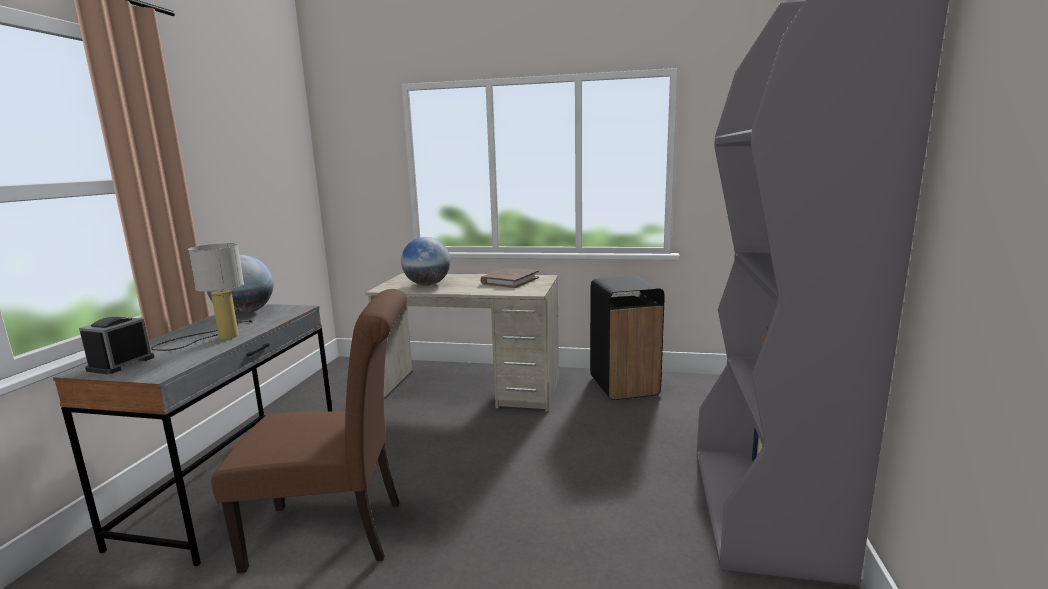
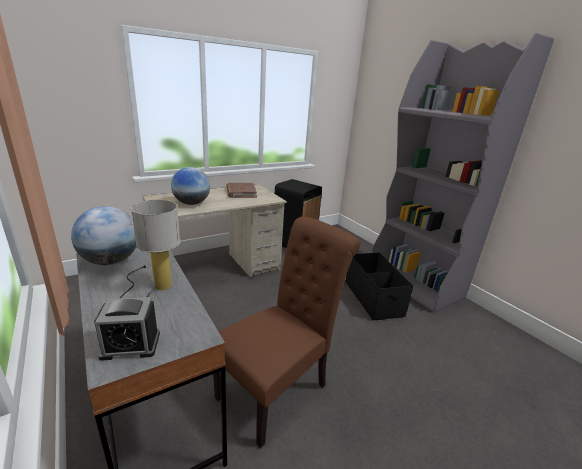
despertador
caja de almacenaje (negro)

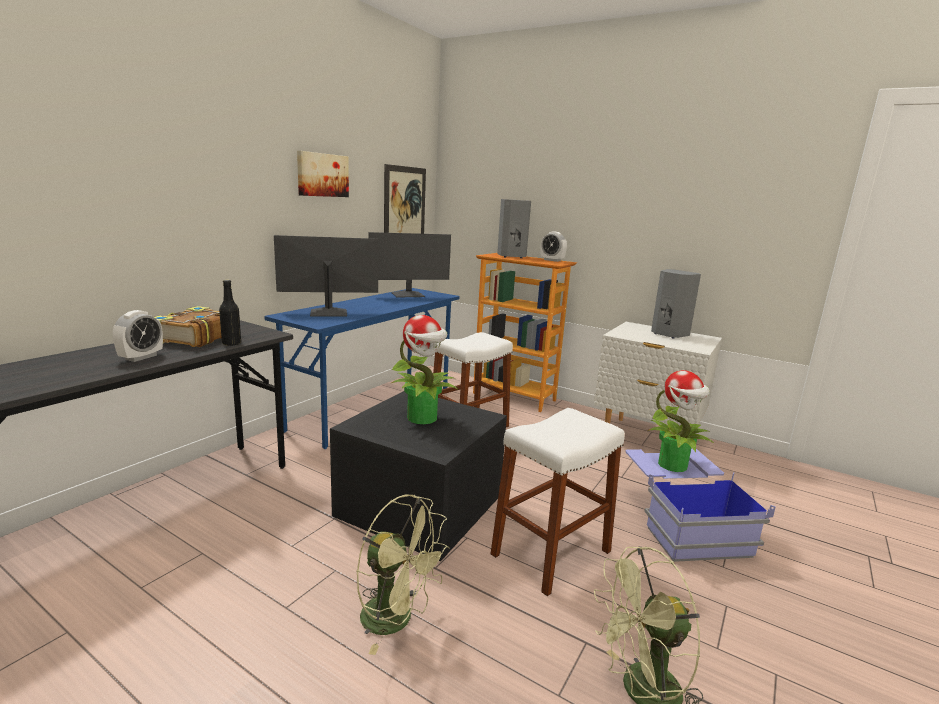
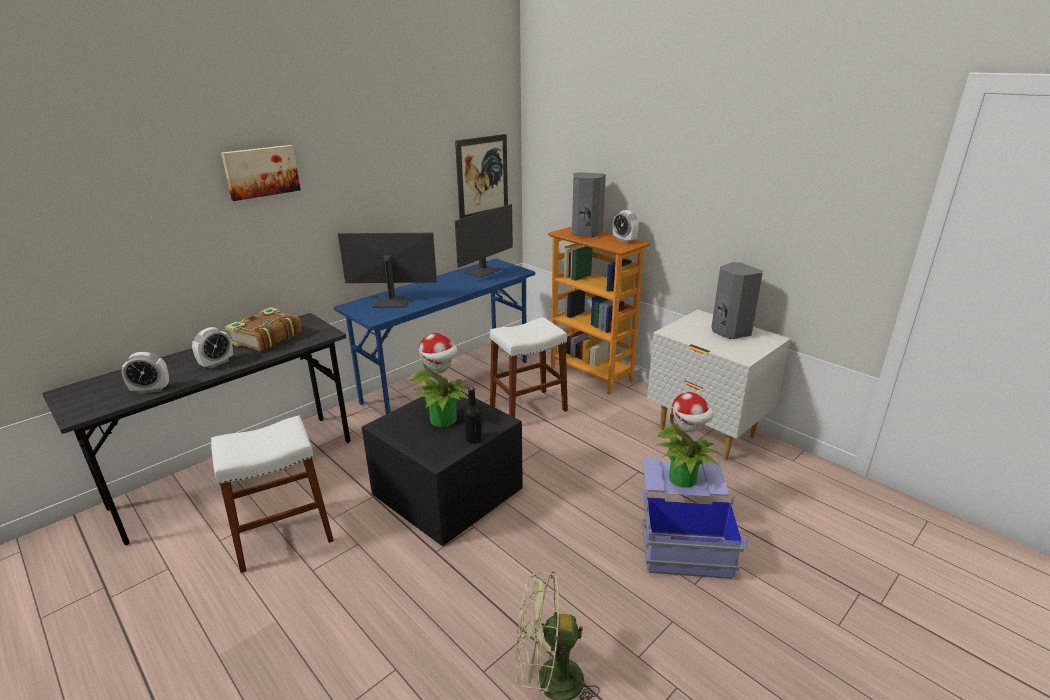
botella (negro)
cuadro (no. 1 from left)
ventilador (verde) (no. 1 from left in the first image)
monitor (no. 2 from left)
taburete (blanco) (no. 1 from left)
despertador (no. 1 from left)

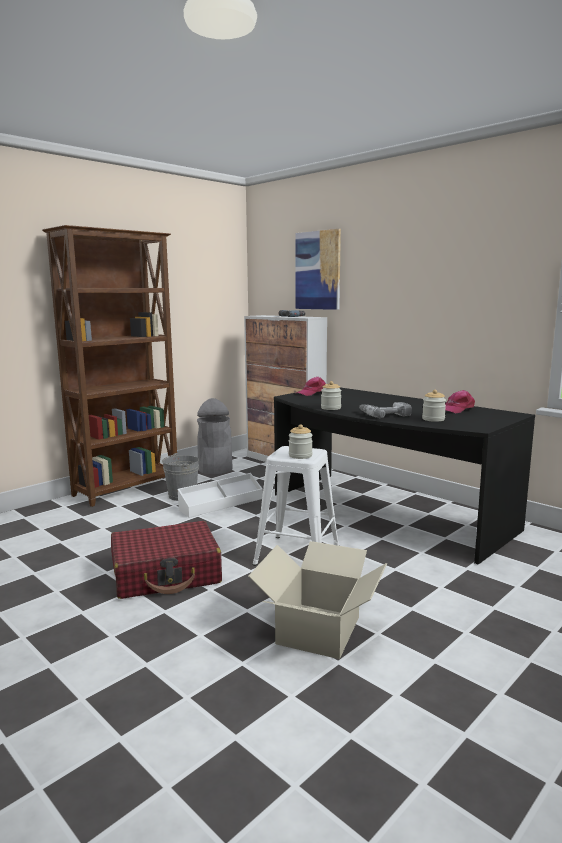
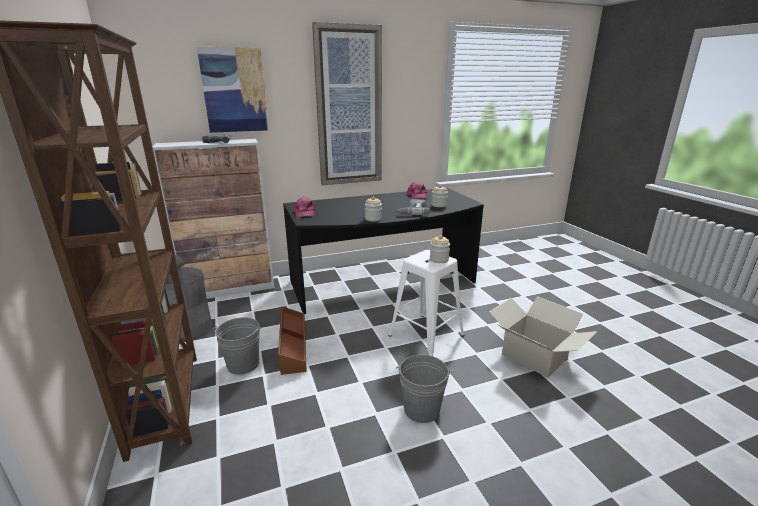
cubo (gris) (no. 2 from left)
caja de almacenaje (marrón)
cuadro (no. 2 from left)

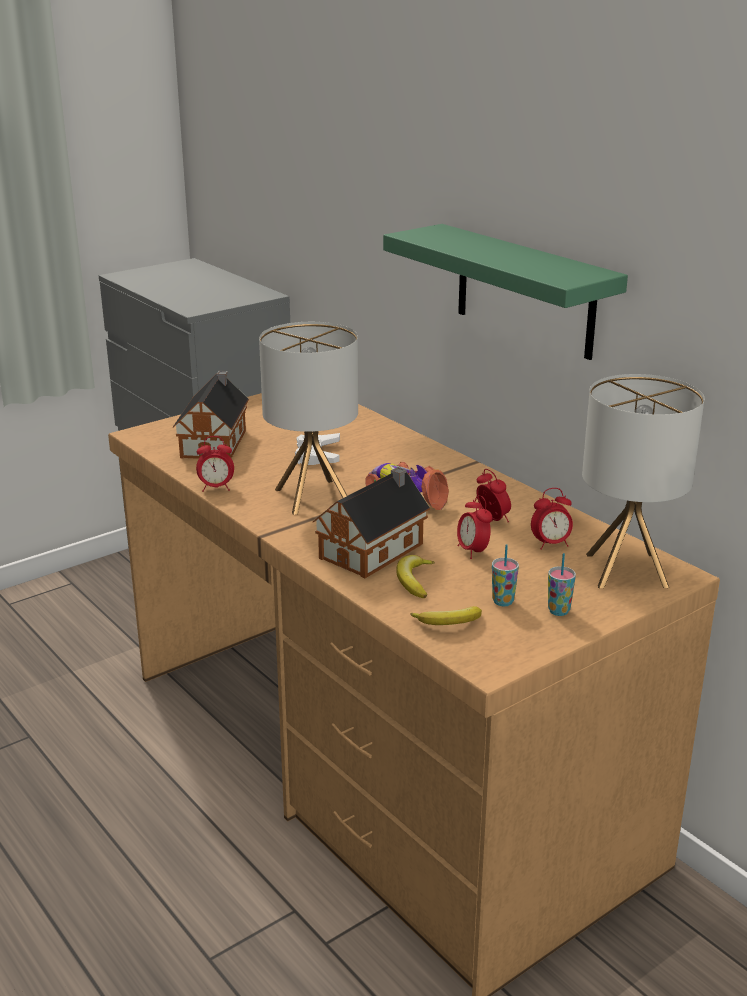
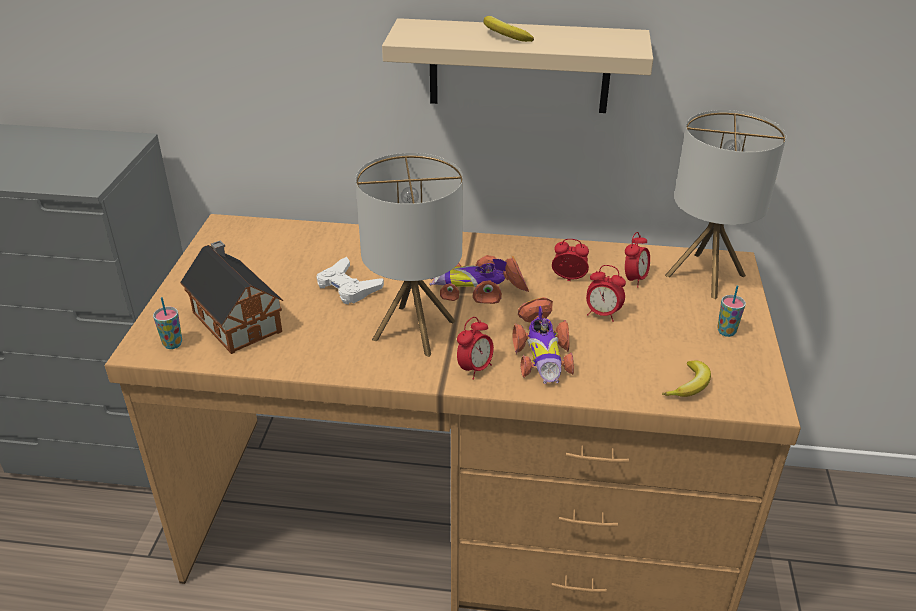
despertador (no. 1 from left)
coche de juguete (no. 2 from left)
estante (beis)
plátano (no. 1 from left)
taza (no. 1 from left)

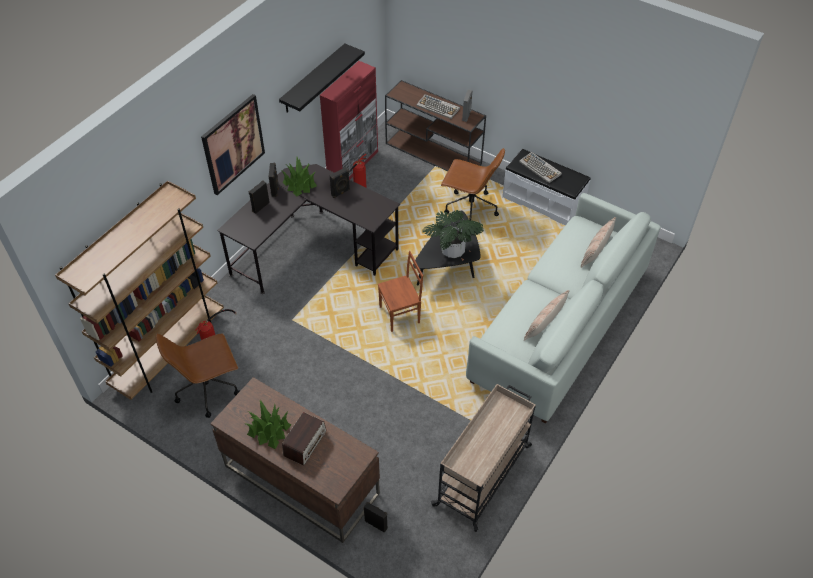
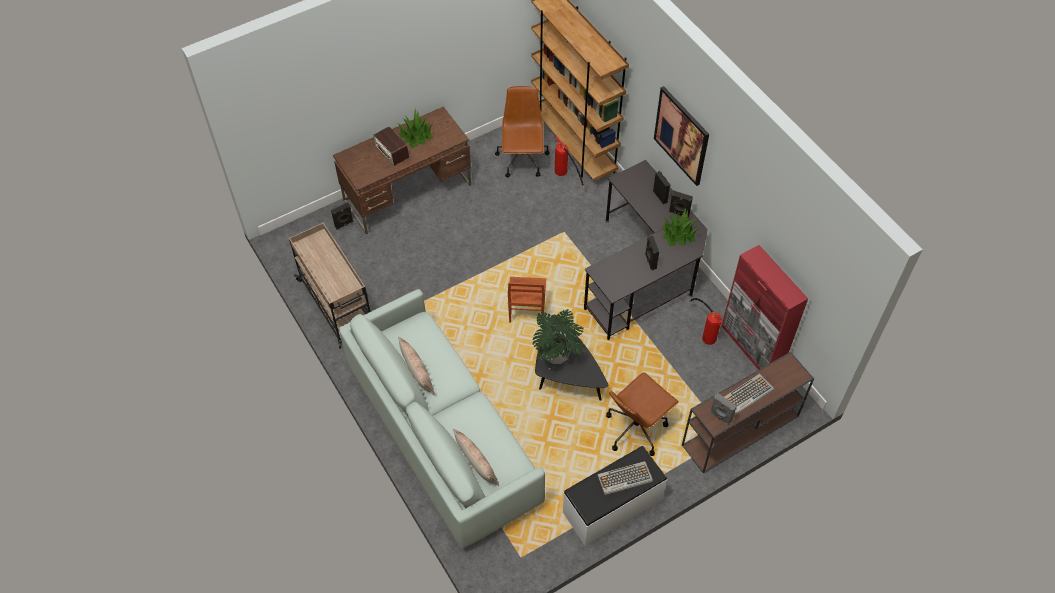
estante (negro)

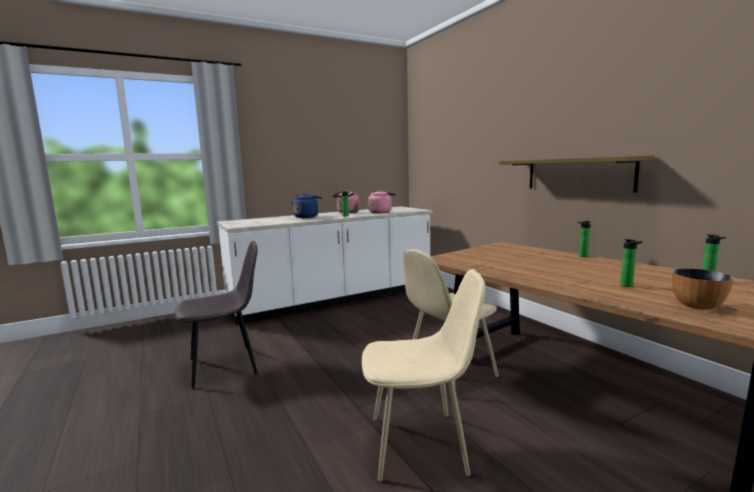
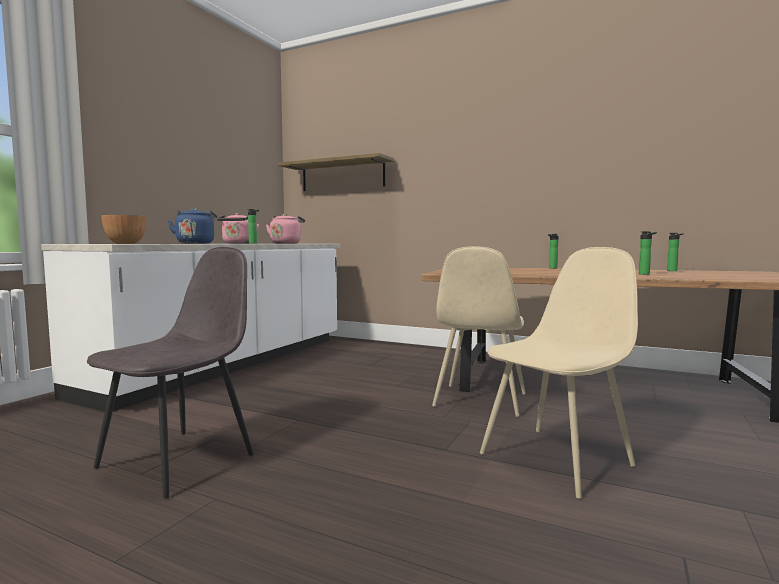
estante
cuenco

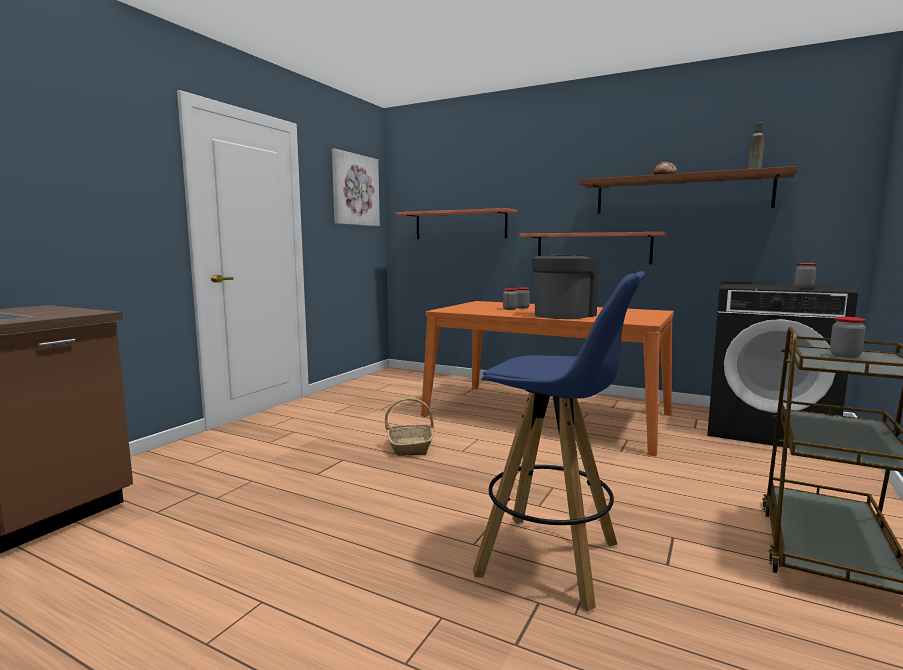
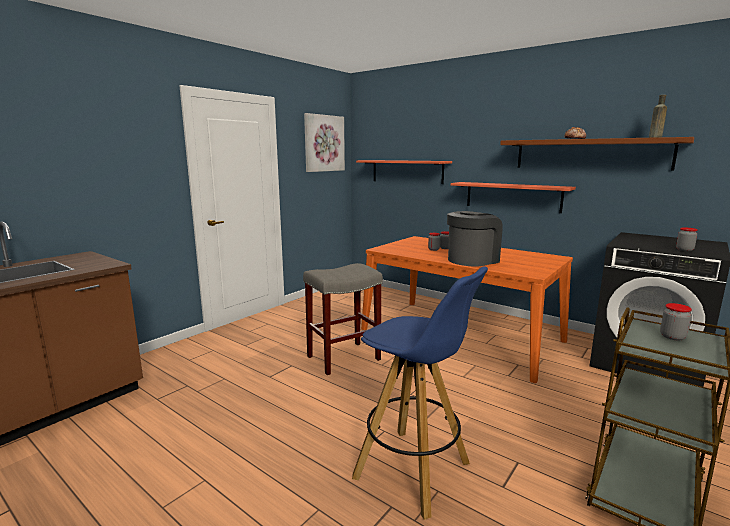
taburete (gris)

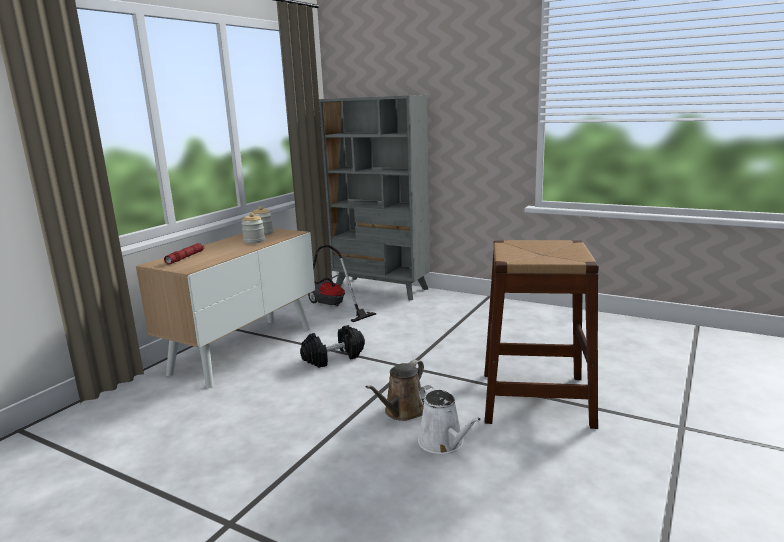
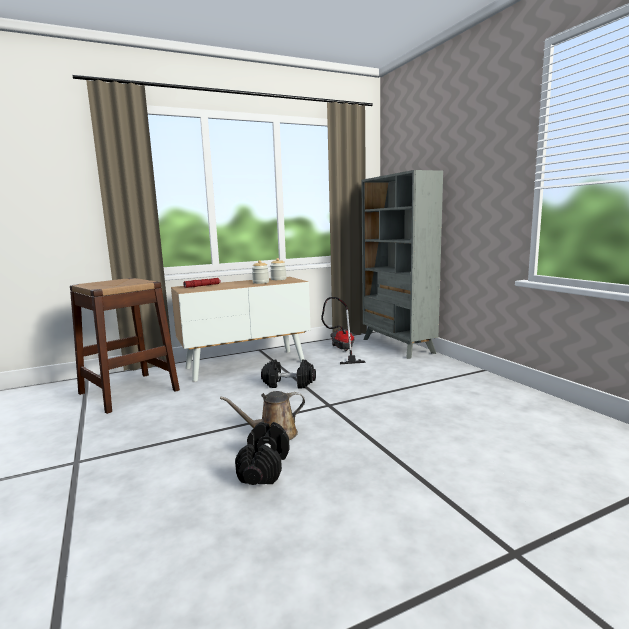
mancuerna (negro) (no. 1 from left)
taburete (marrón)

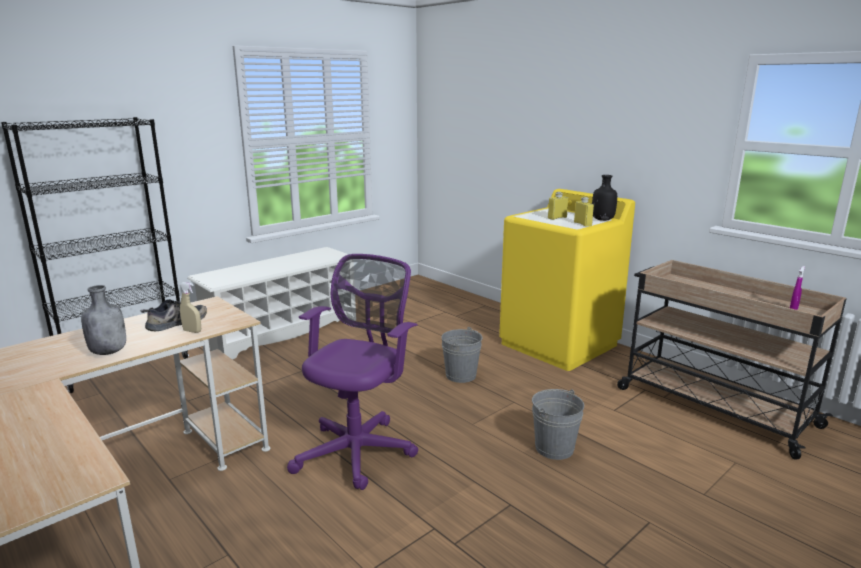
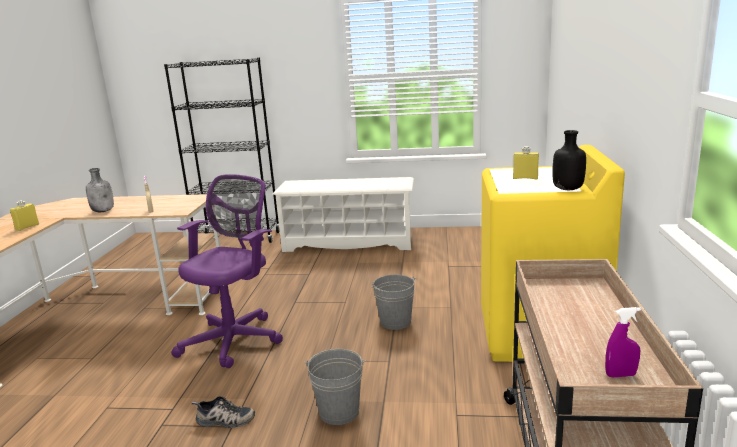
zapato
silla de oficina (morado)
botella (amarillo) (no. 1 from left)

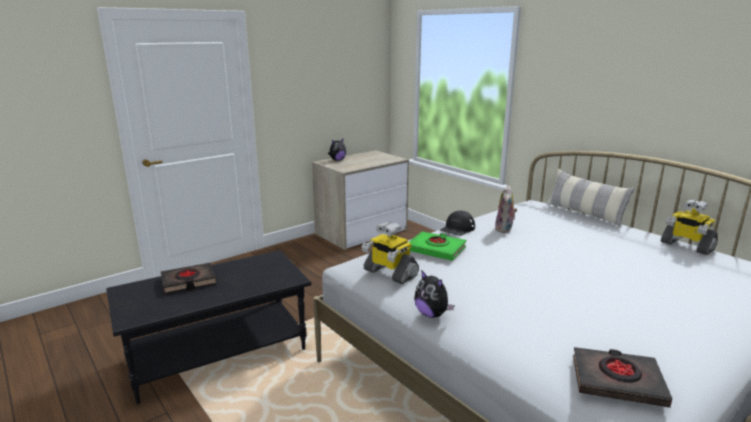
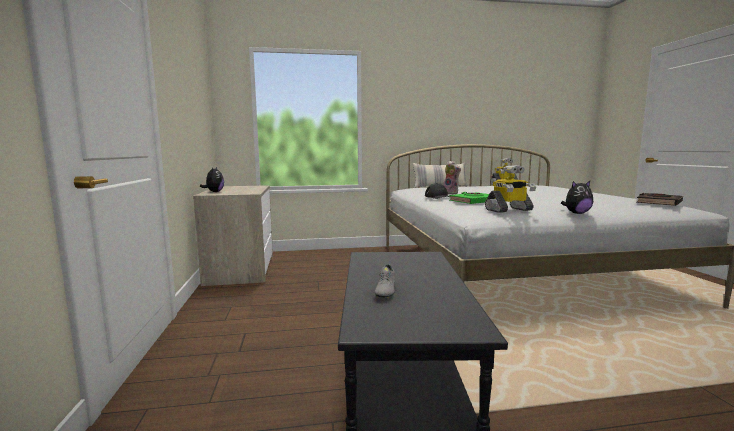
zapato (gris)

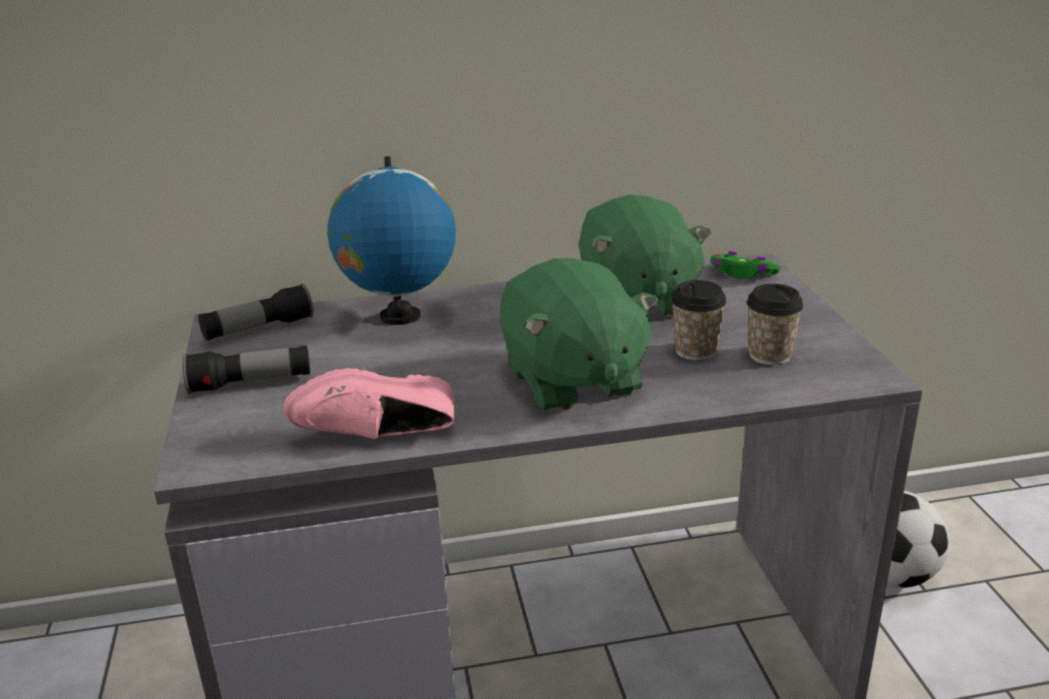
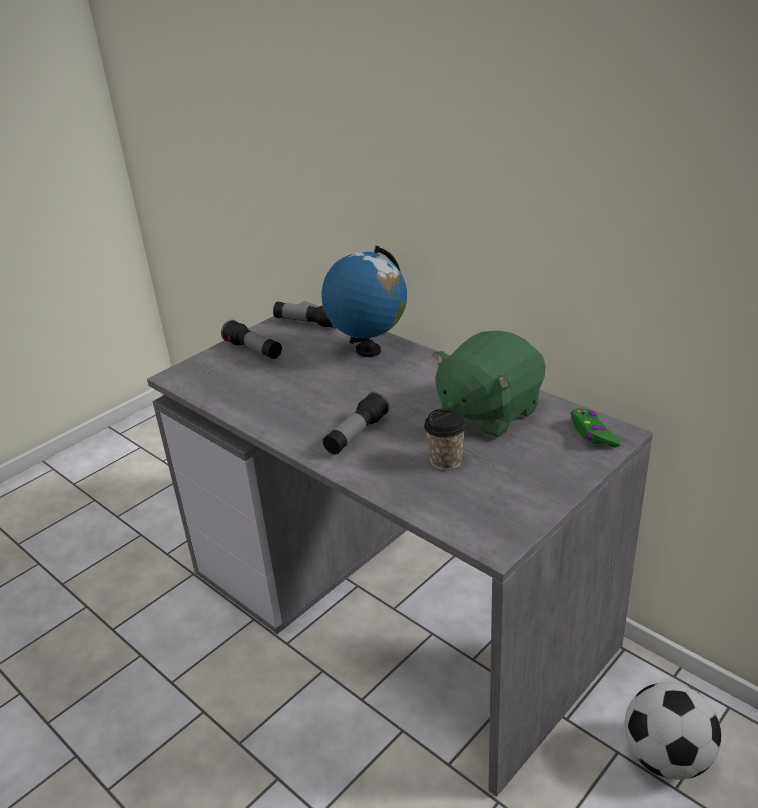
zapato (rosa)
linterna (no. 3 from left)
taza (no. 2 from left in the first image)

